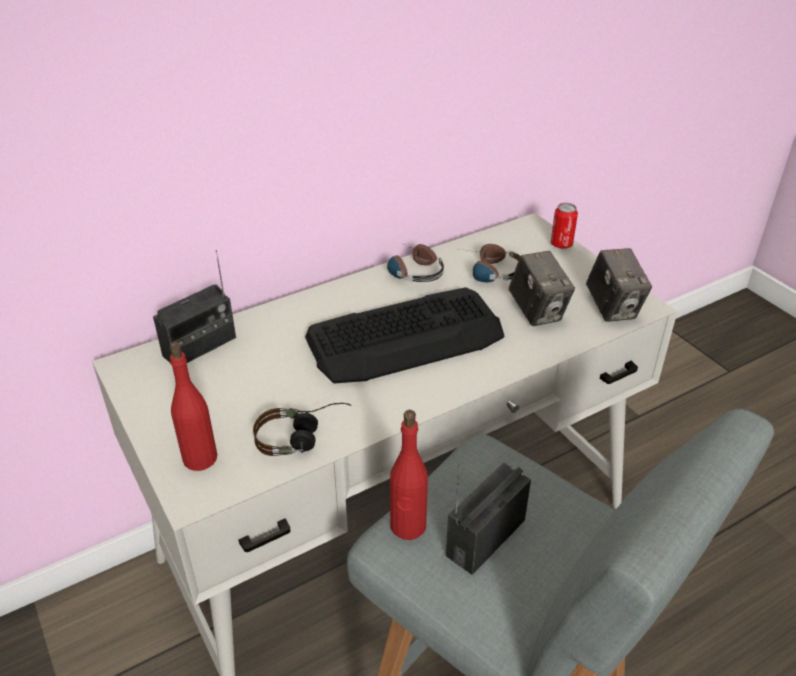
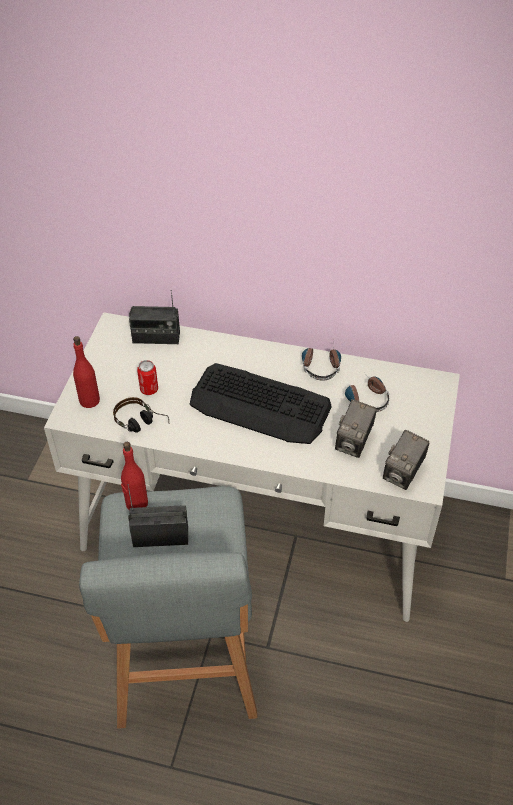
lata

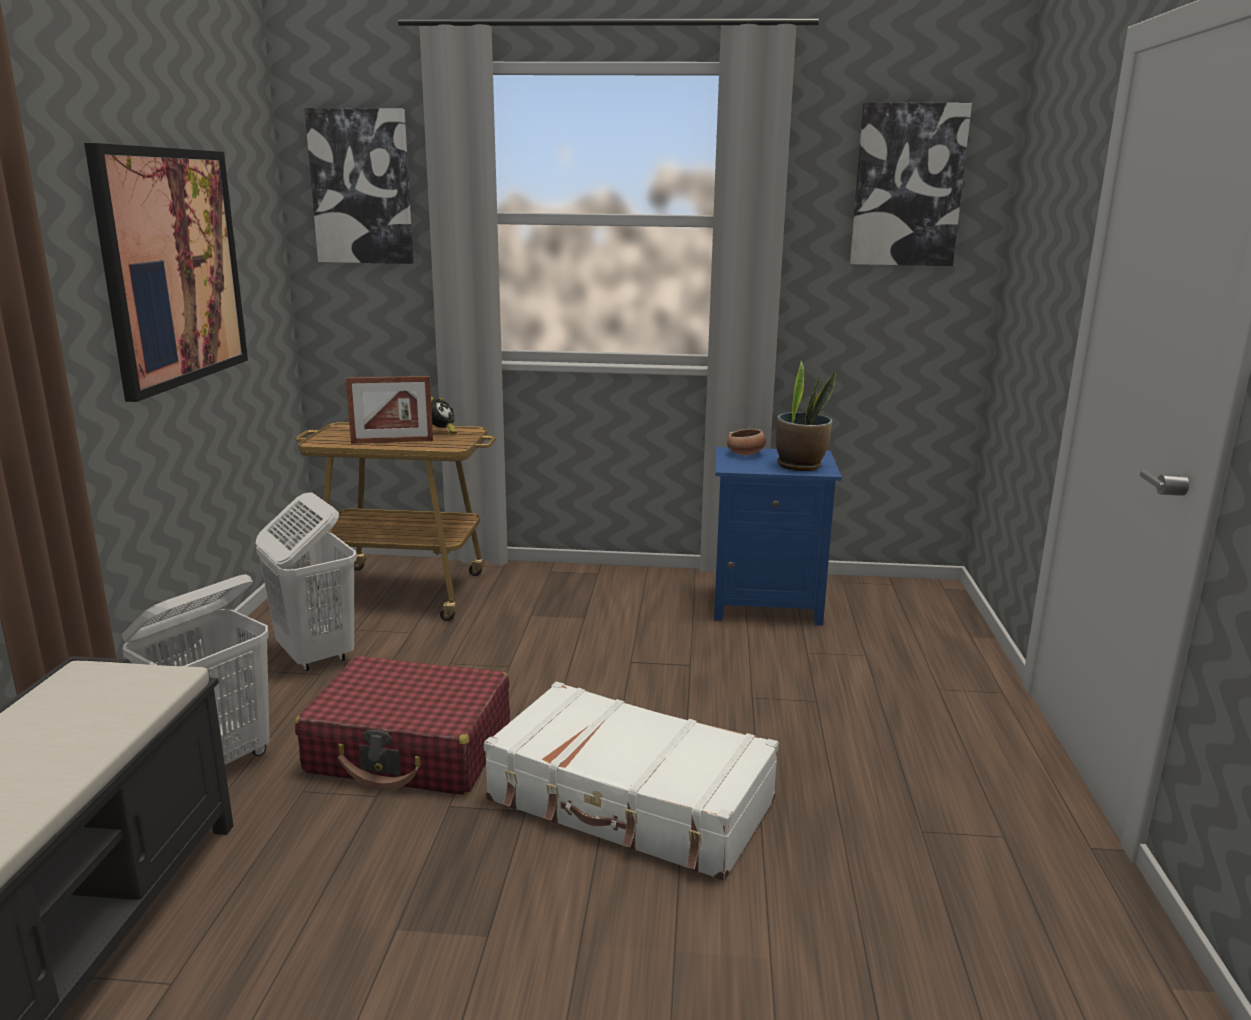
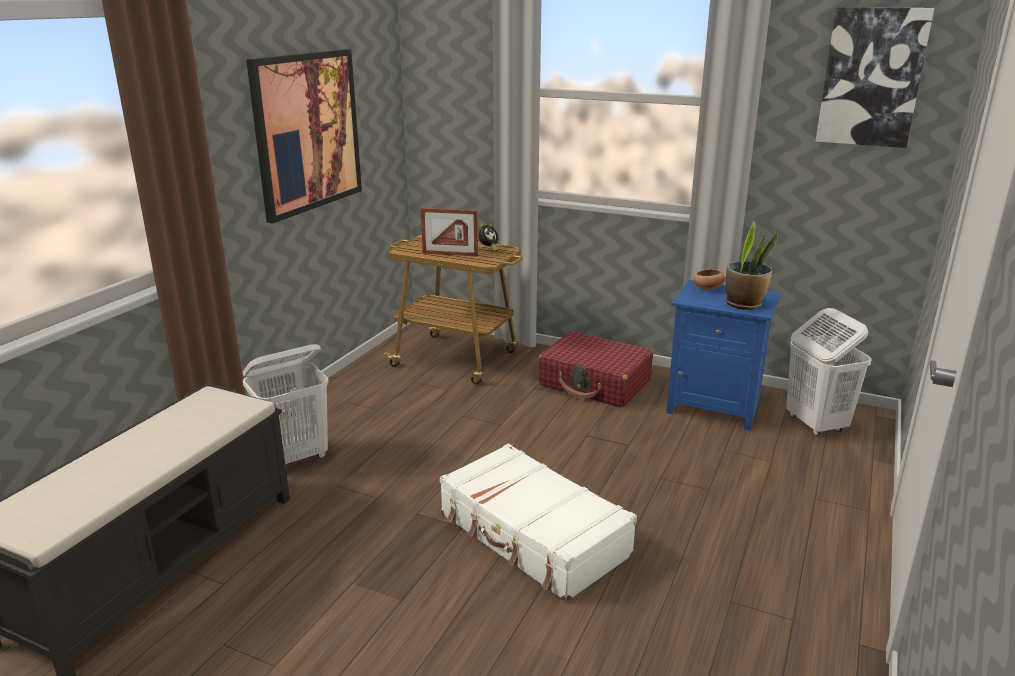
cesto de la ropa (blanco) (no. 2 from left)
maleta (rojo)
cuadro (no. 2 from left in the first image)

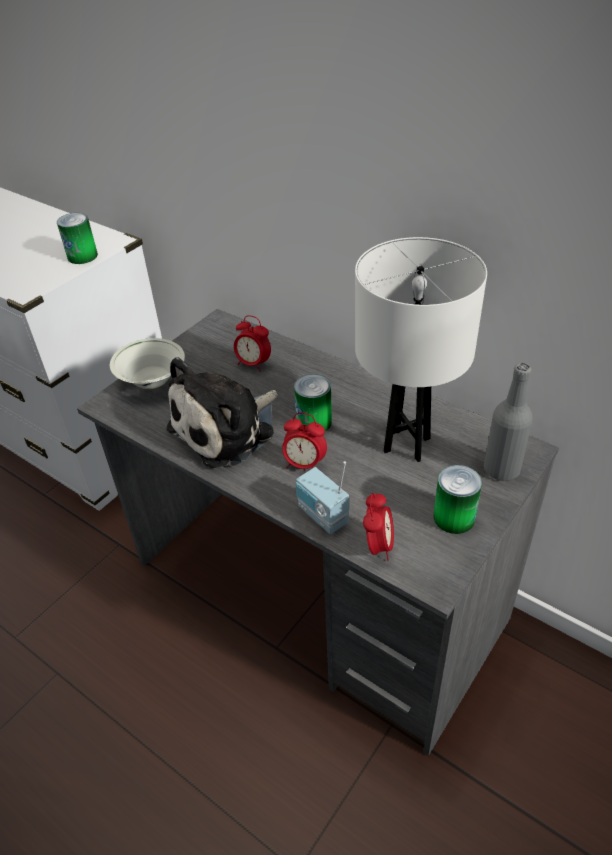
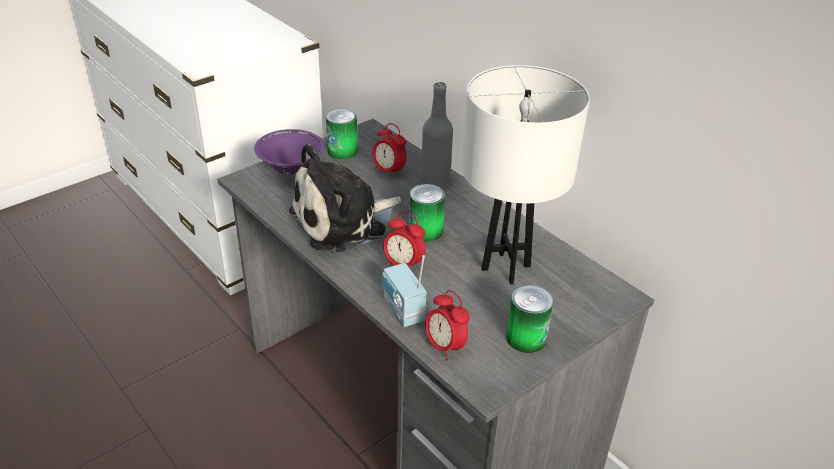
lata (no. 1 from left)
cuenco (morado)
despertador (no. 3 from left)
botella (gris)

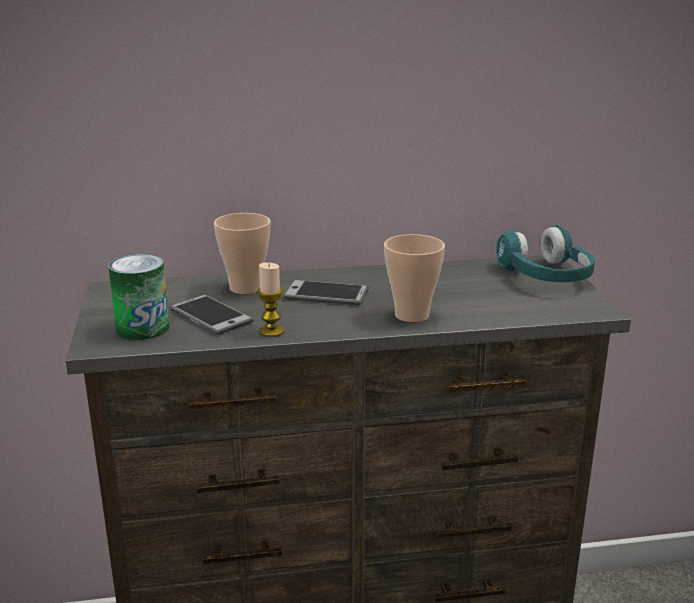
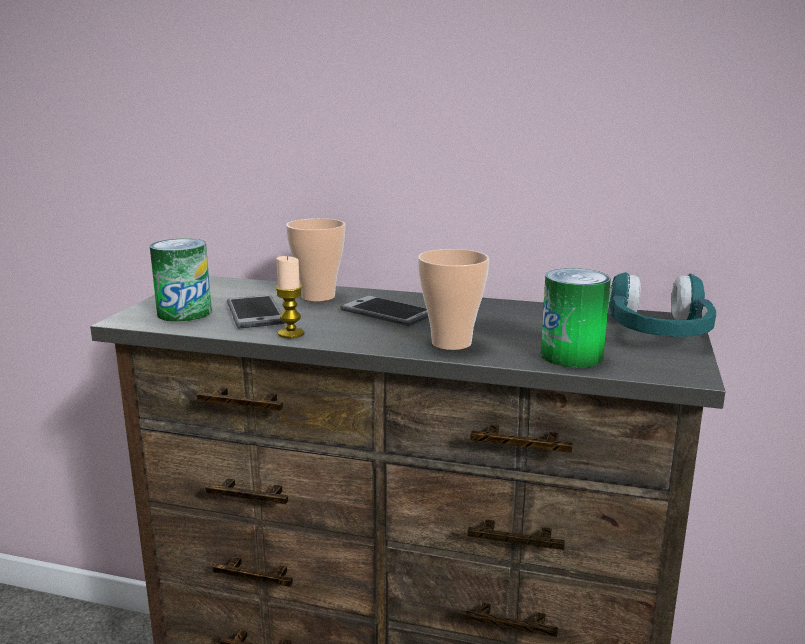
lata (no. 2 from left)

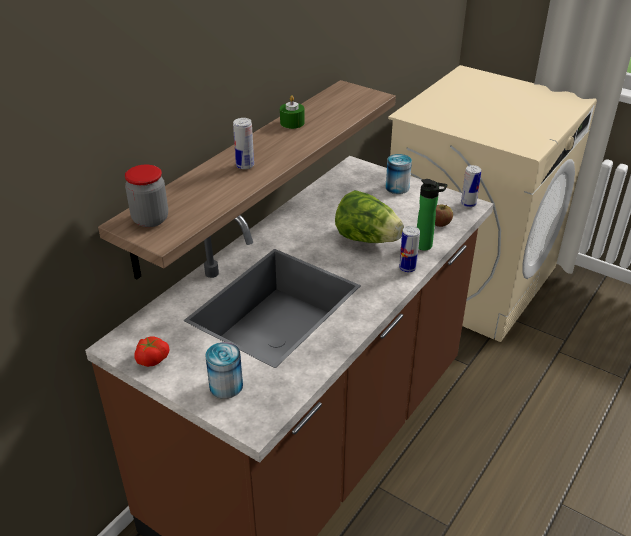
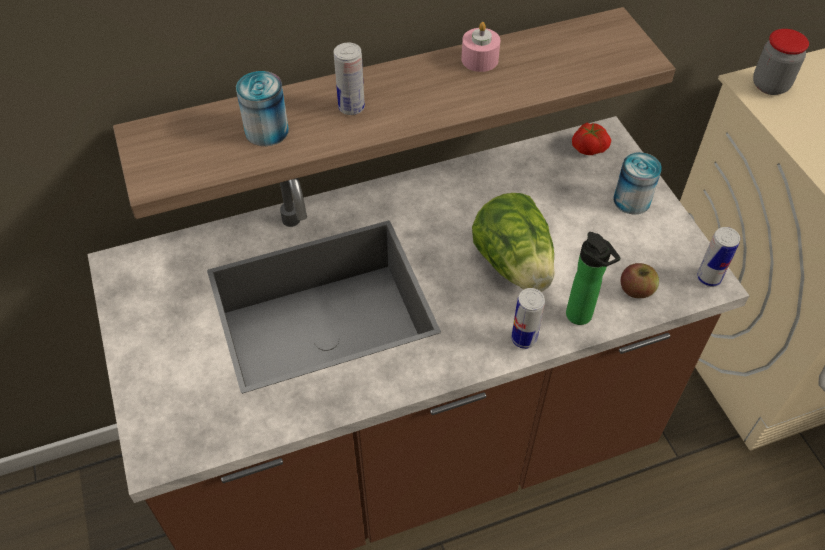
tarro
tomate
lata (no. 1 from left)
vela (rosa)

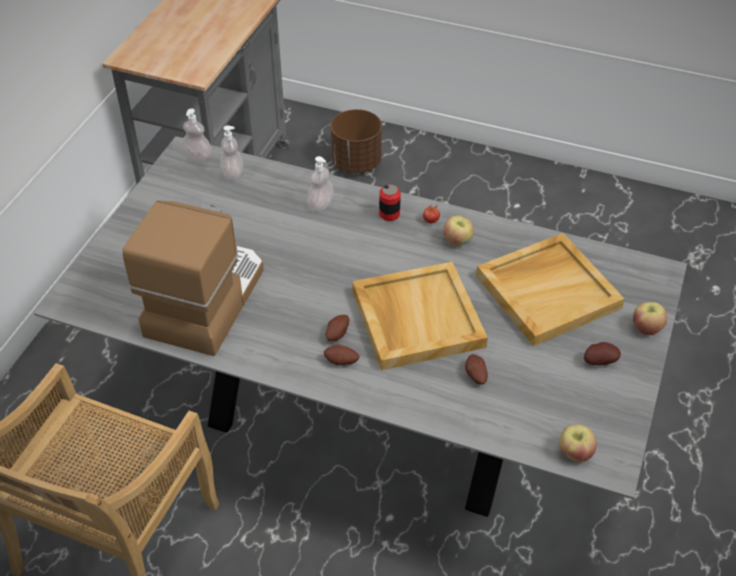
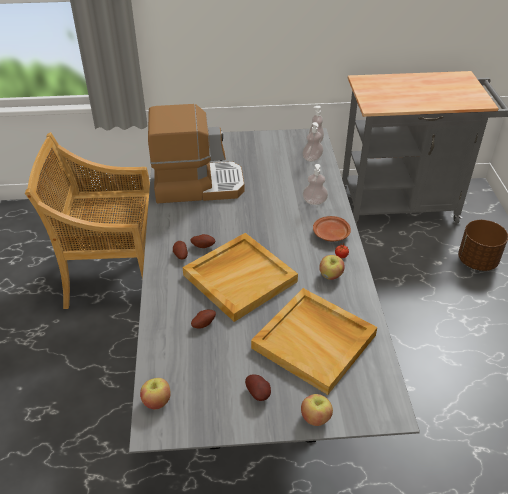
plato (marrón)

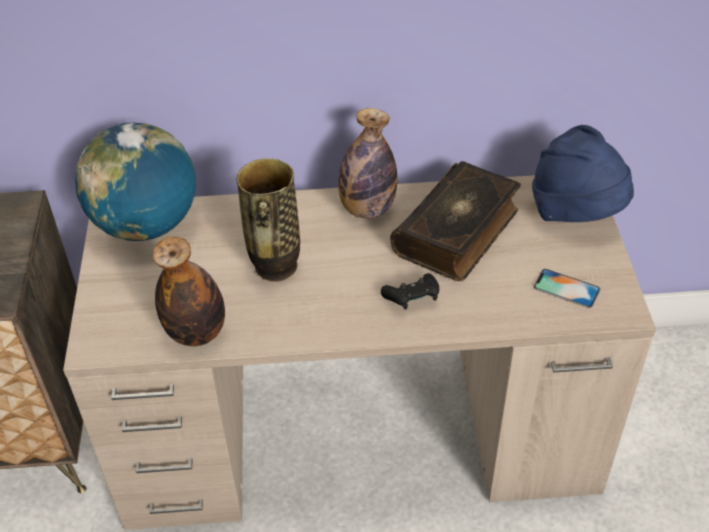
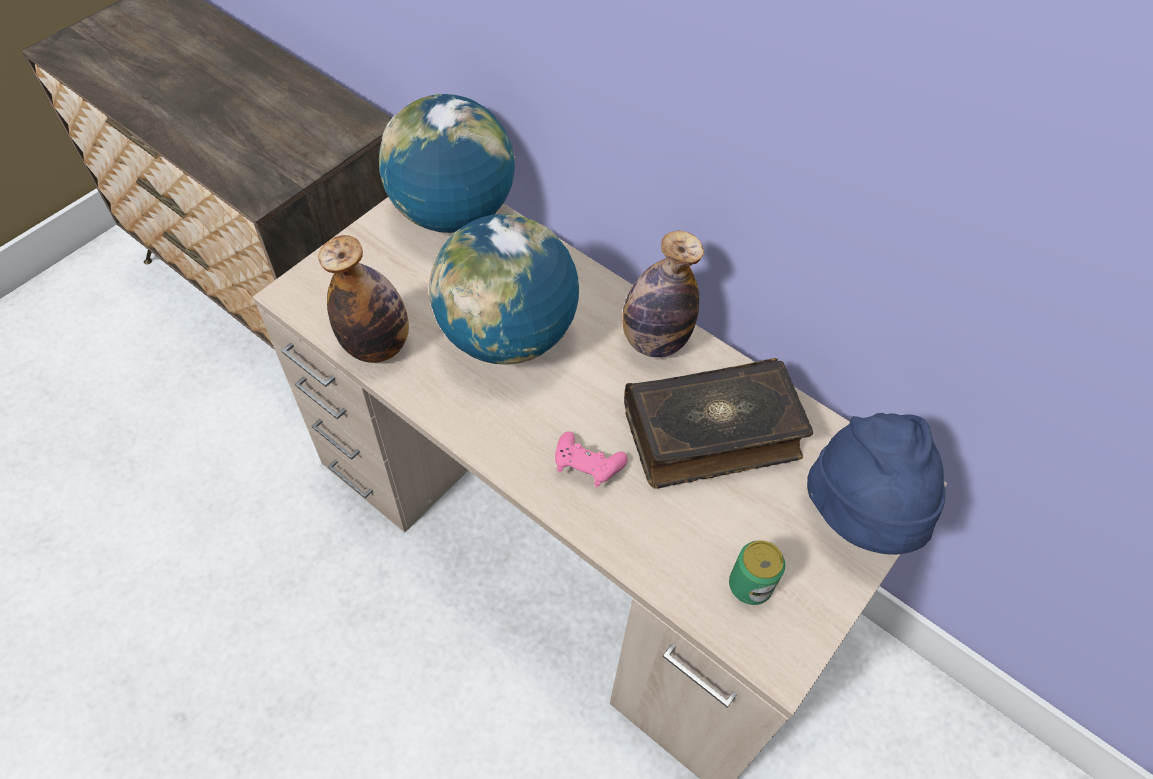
globo terráqueo (no. 2 from left)
mando de consola (rosa)
lata

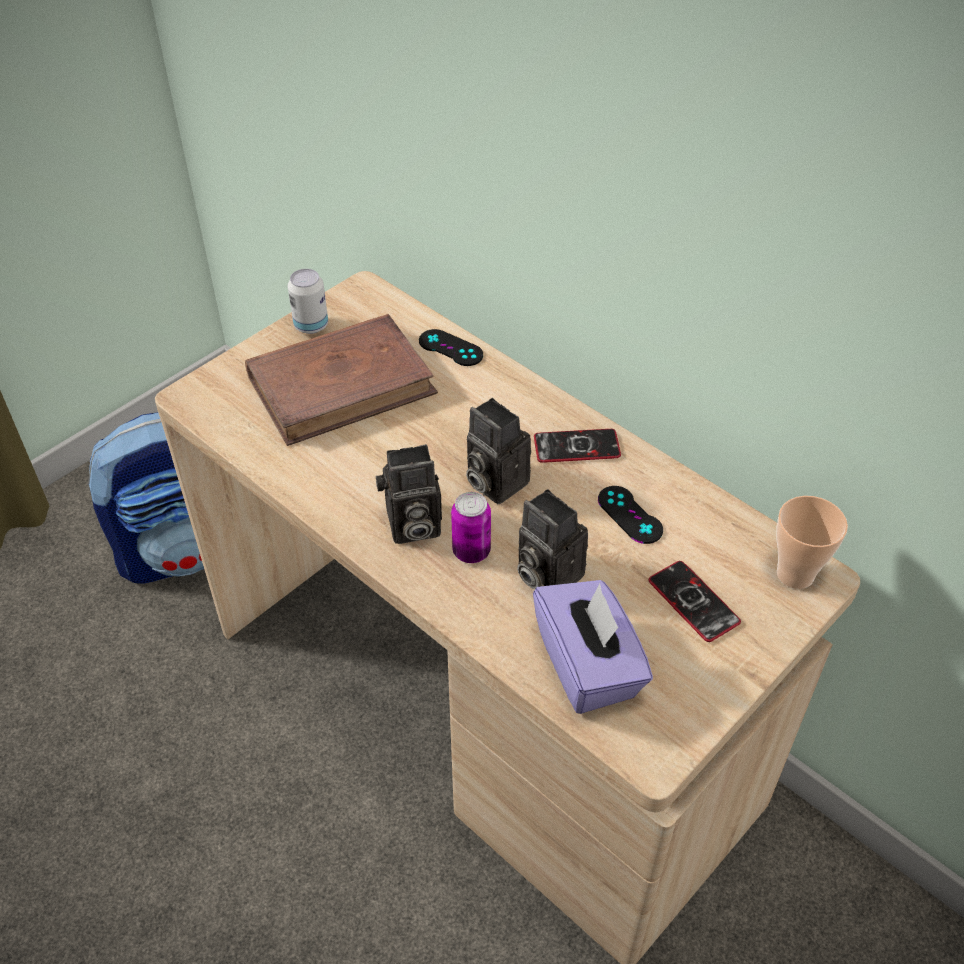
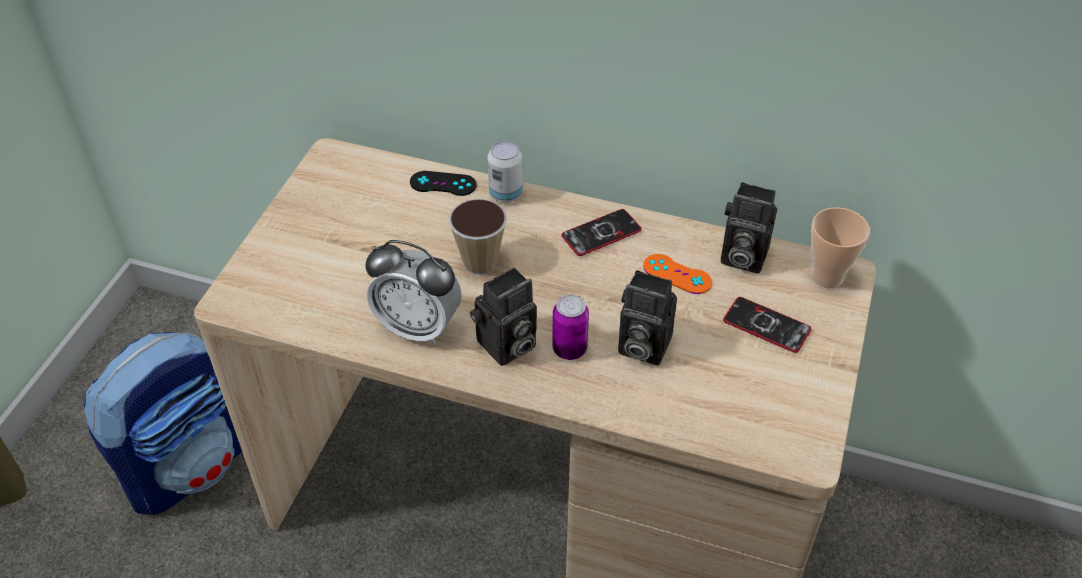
libro (marrón)
lata (no. 1 from left)
cámara (no. 3 from left)
caja de pañuelos (morado)
mando de consola (naranja)
despertador
taza (no. 1 from left)

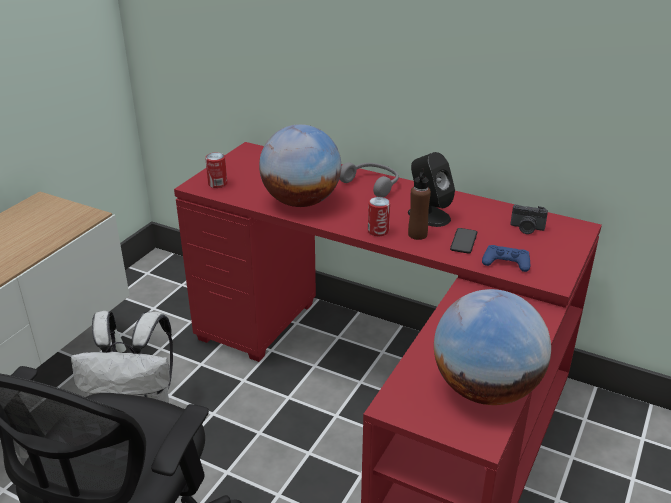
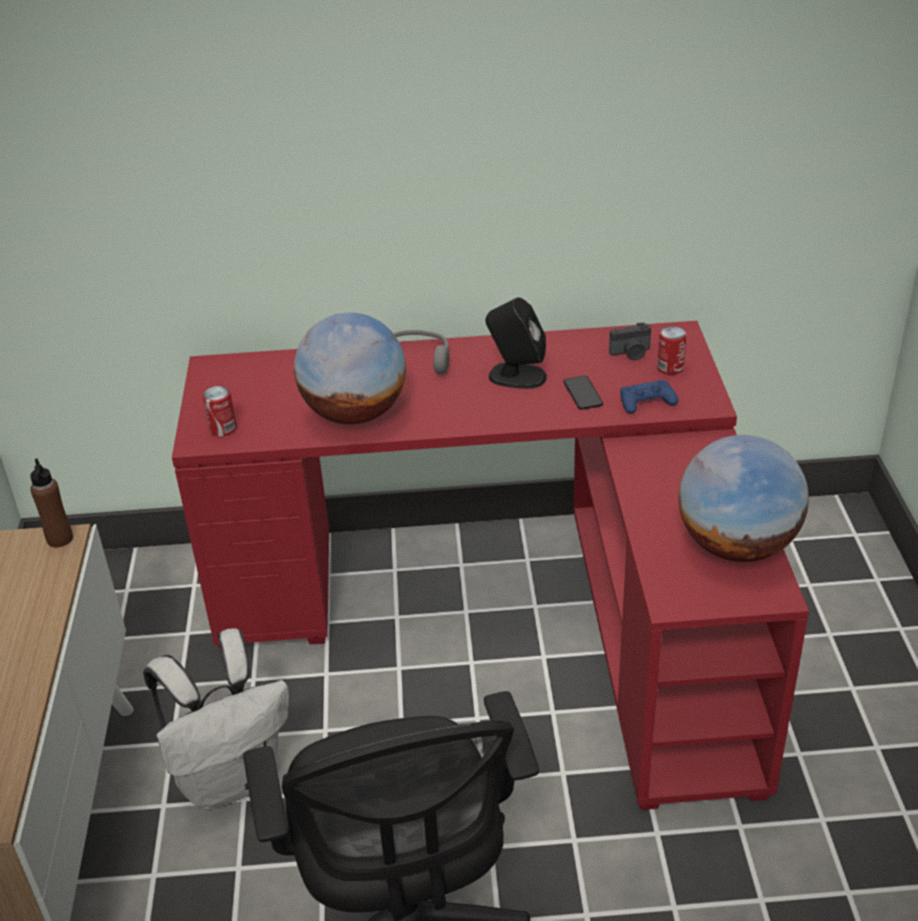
lata (no. 2 from left)
botella (marrón)

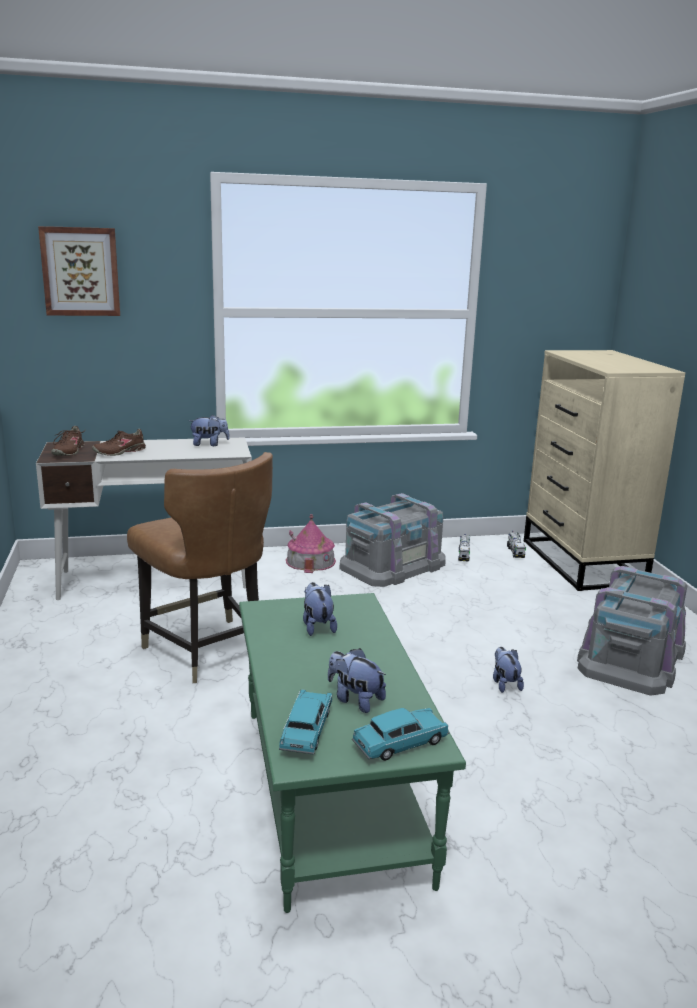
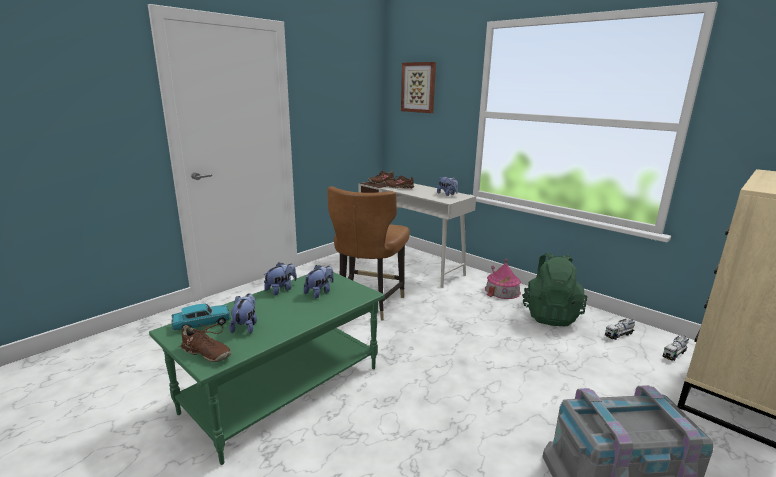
mochila (verde)
zapato (marrón) (no. 1 from left)
peluche (no. 2 from left)

